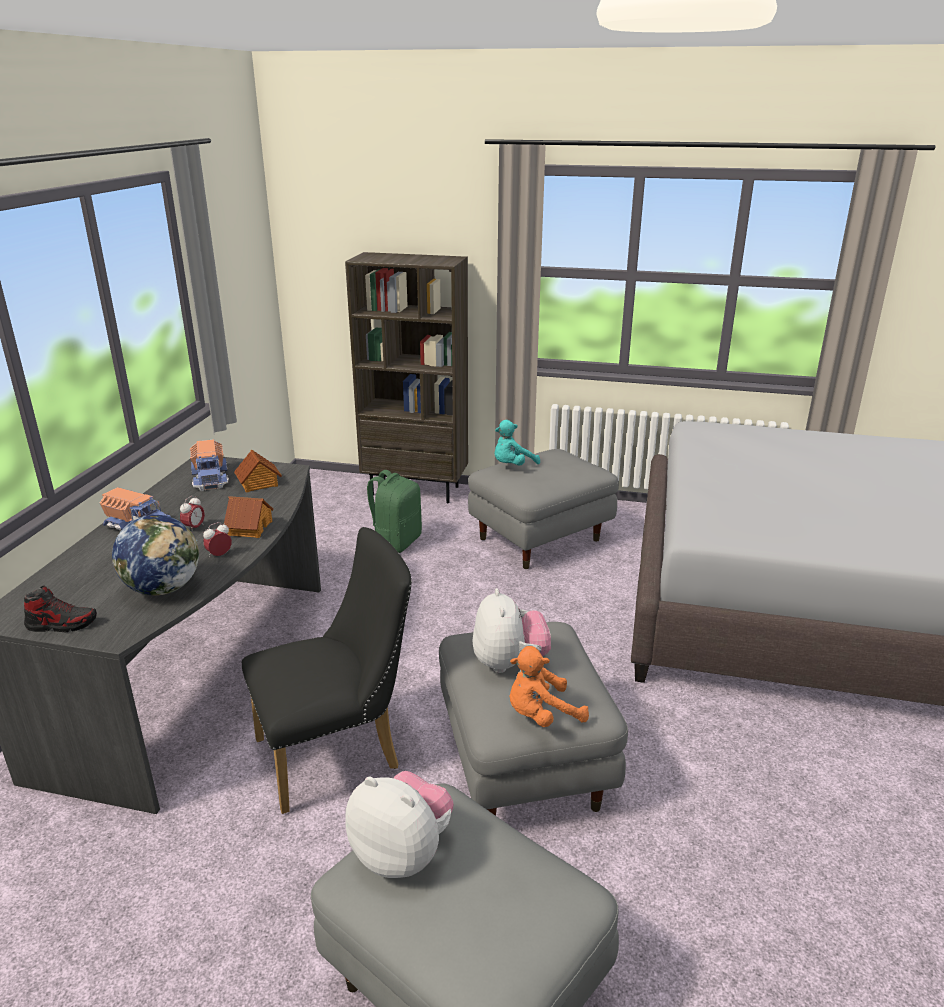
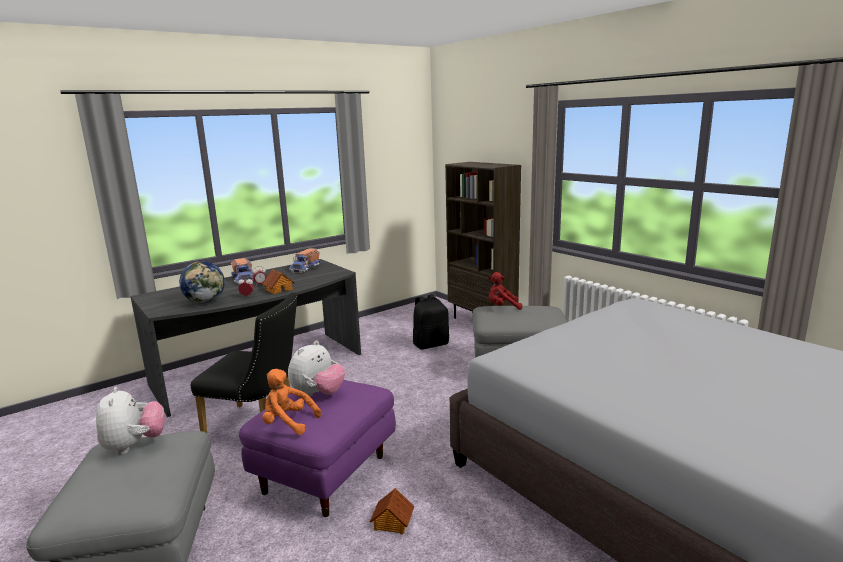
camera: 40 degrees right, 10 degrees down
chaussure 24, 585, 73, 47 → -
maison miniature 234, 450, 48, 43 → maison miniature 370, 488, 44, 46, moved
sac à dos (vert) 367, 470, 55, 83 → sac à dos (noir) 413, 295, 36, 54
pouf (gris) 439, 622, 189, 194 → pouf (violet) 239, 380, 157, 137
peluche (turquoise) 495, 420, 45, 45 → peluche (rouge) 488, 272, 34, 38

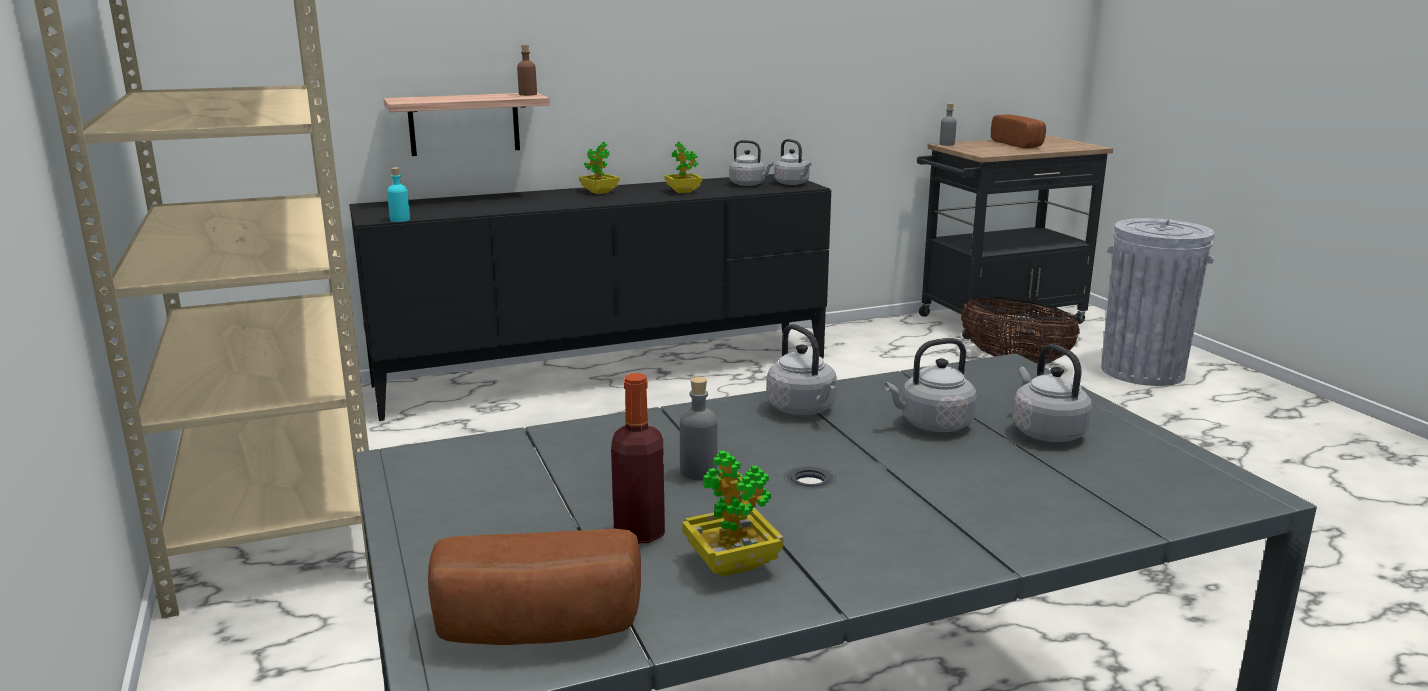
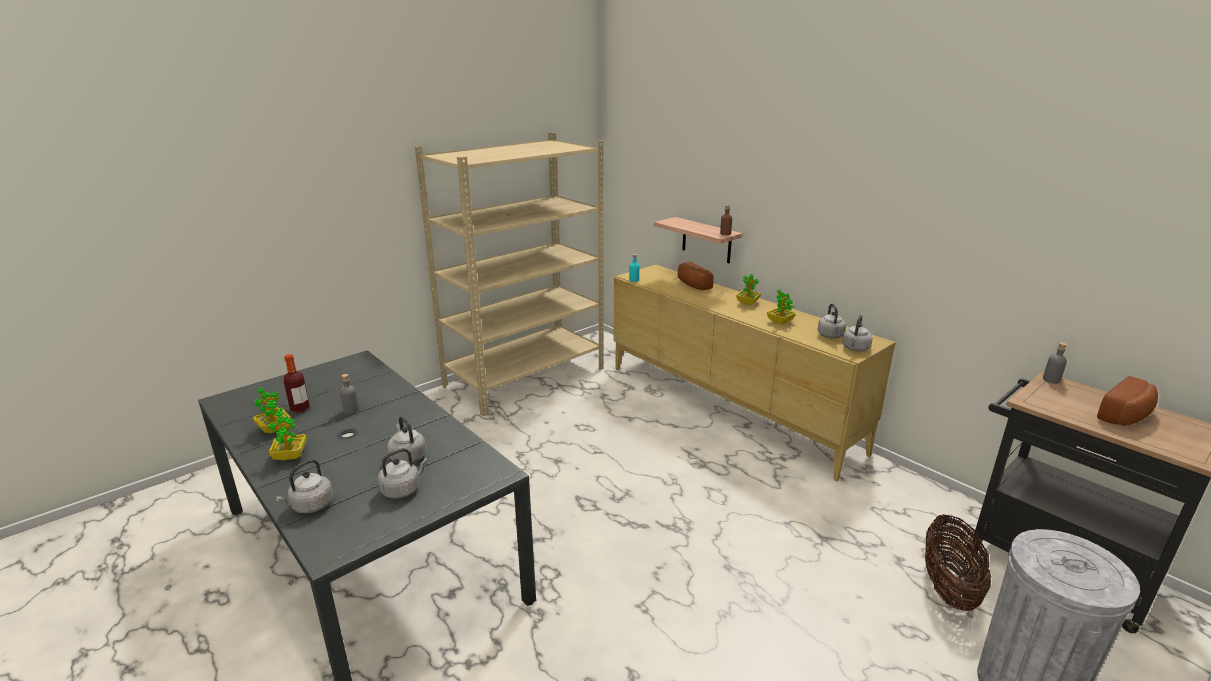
camera: 70 degrees right, 5 degrees up
meuble de rangement (noir) 349, 174, 482, 247 → meuble de rangement (beige) 614, 265, 282, 216
pain 428, 529, 213, 116 → pain 678, 262, 36, 28, moved
bouilloire (gris) 766, 324, 71, 91 → bouilloire (gris) 275, 459, 58, 54, moved
- → plante en pot 268, 411, 39, 49

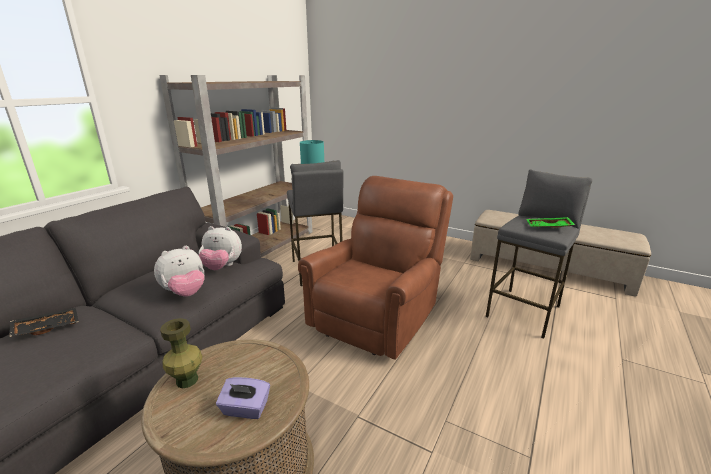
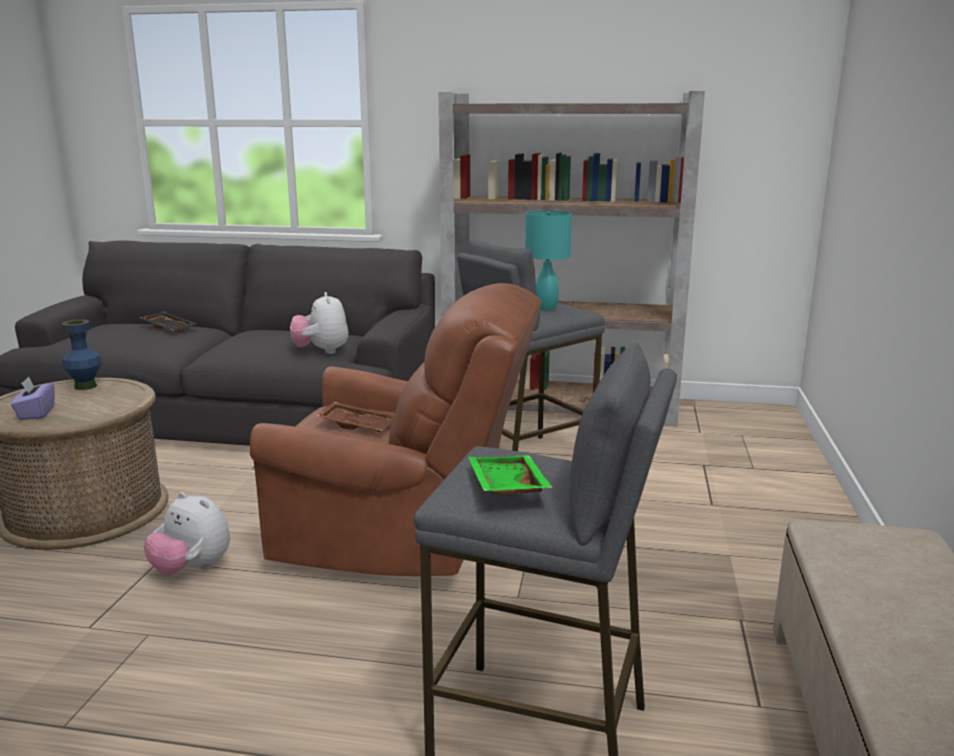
camera: 70 degrees right, 5 degrees down
peluche 154, 246, 51, 51 → peluche 144, 492, 86, 84, moved
vase (vert) 160, 318, 42, 70 → vase (bleu) 61, 319, 41, 71
- → plateau (marron) 317, 402, 77, 30

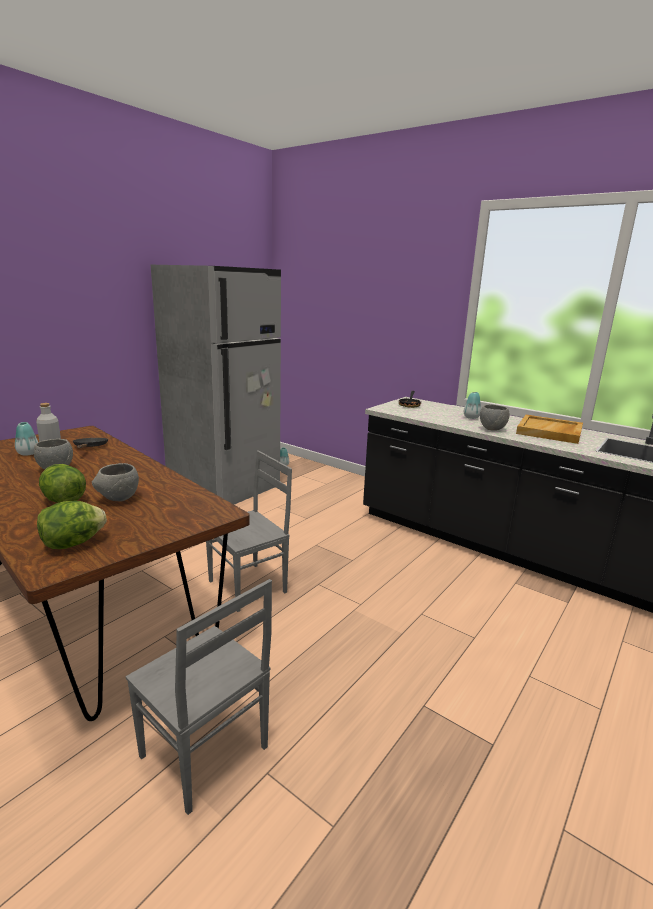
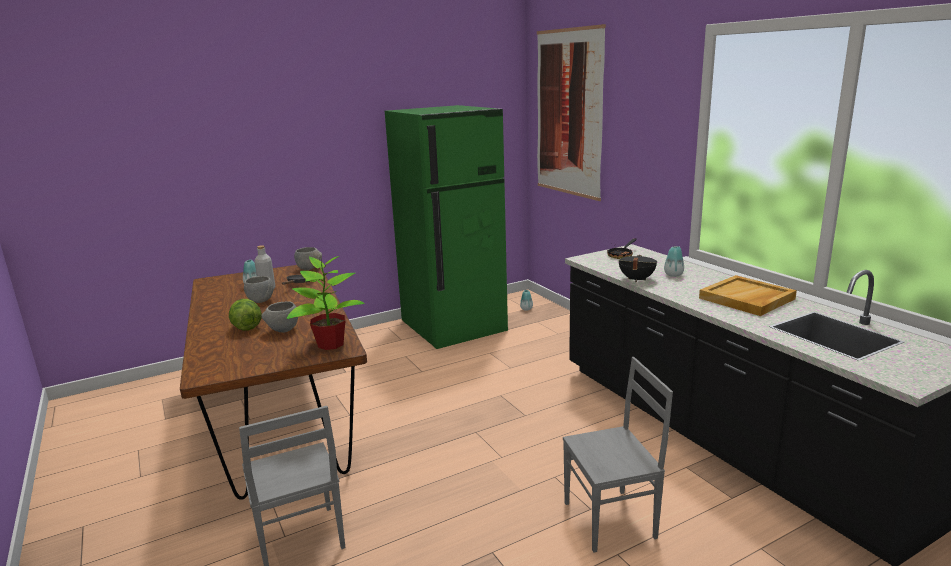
camera: 25 degrees right, 0 degrees up
laitue 37, 501, 70, 48 → -
réfrigérateur (gris) 151, 265, 130, 239 → réfrigérateur (vert) 385, 105, 123, 244
chaise (gris) 206, 450, 86, 162 → chaise (gris) 563, 357, 110, 195, moved
bol (gris) 480, 405, 30, 26 → bol (gris) 294, 247, 28, 23, moved
- → plante en pot 287, 256, 78, 94
- → tableau 537, 24, 69, 177
- → marmite (noir) 618, 255, 39, 27

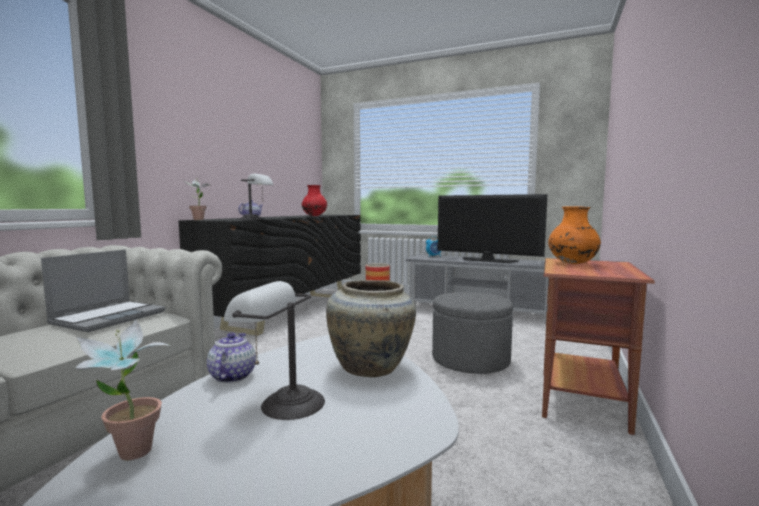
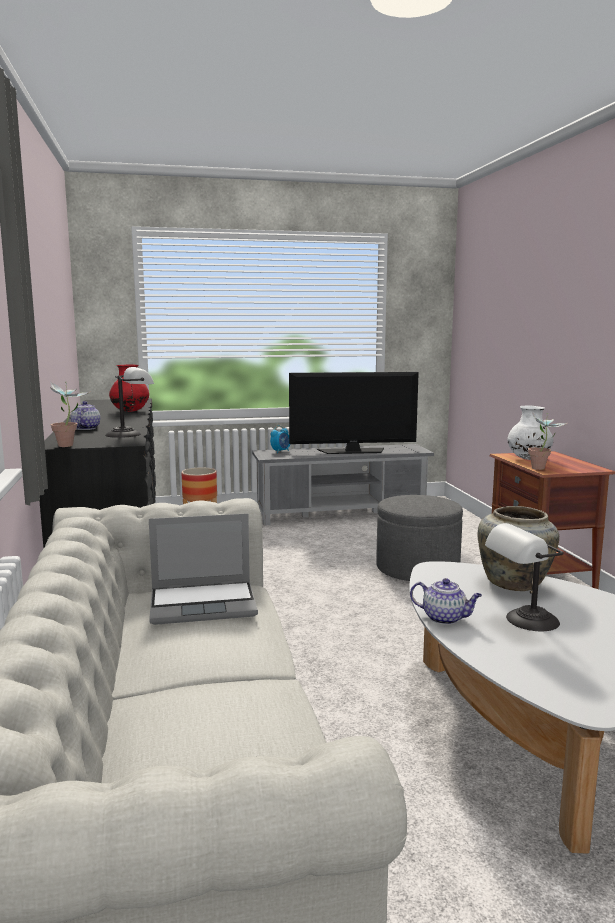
camera: 35 degrees left, 5 degrees up
ordinateur portable 41, 249, 125, 83 → ordinateur portable 149, 513, 109, 112, 90 degrees clockwise
plante en pot 76, 320, 94, 140 → plante en pot 528, 413, 39, 57, moved
théière 207, 333, 49, 50 → théière 410, 578, 72, 47, 150 degrees clockwise
vase (orange) 548, 206, 53, 58 → vase (blanc) 507, 405, 46, 55

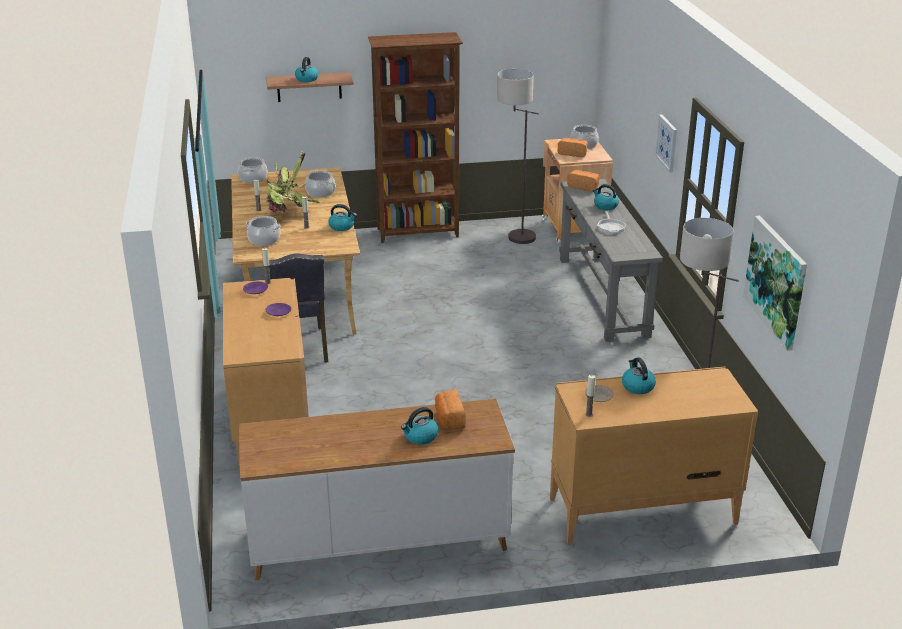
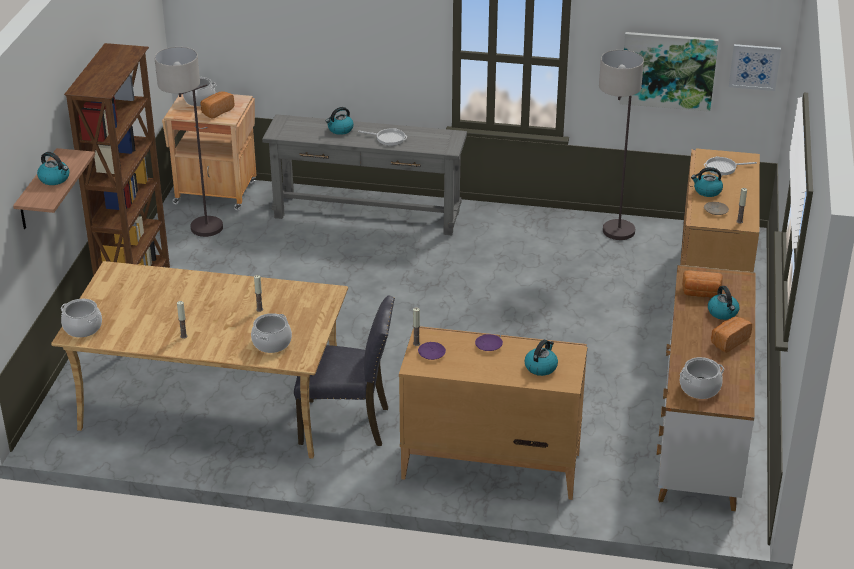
camera: 70 degrees left, 5 degrees up
plante en pot 266, 151, 54, 62 → -
marmite 305, 171, 30, 26 → marmite 680, 357, 44, 42, moved
bouilloire 328, 204, 29, 27 → bouilloire 524, 340, 34, 36, moved
pain 567, 170, 33, 22 → pain 711, 316, 41, 37, moved
tableau 655, 114, 22, 58 → tableau 729, 44, 52, 47, moved
- → poêle 704, 156, 53, 19

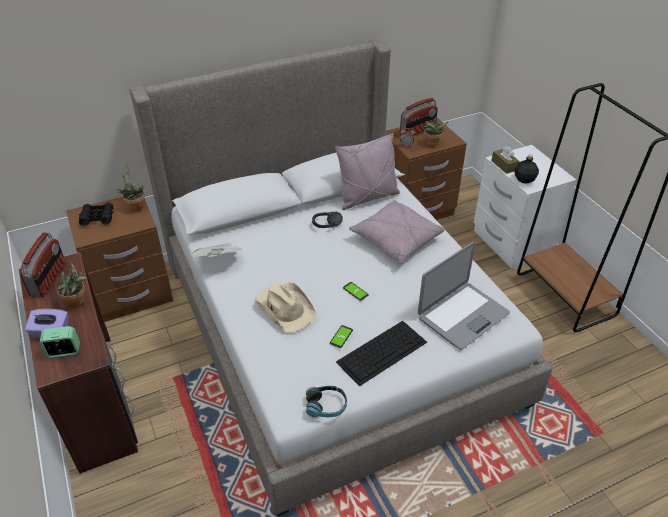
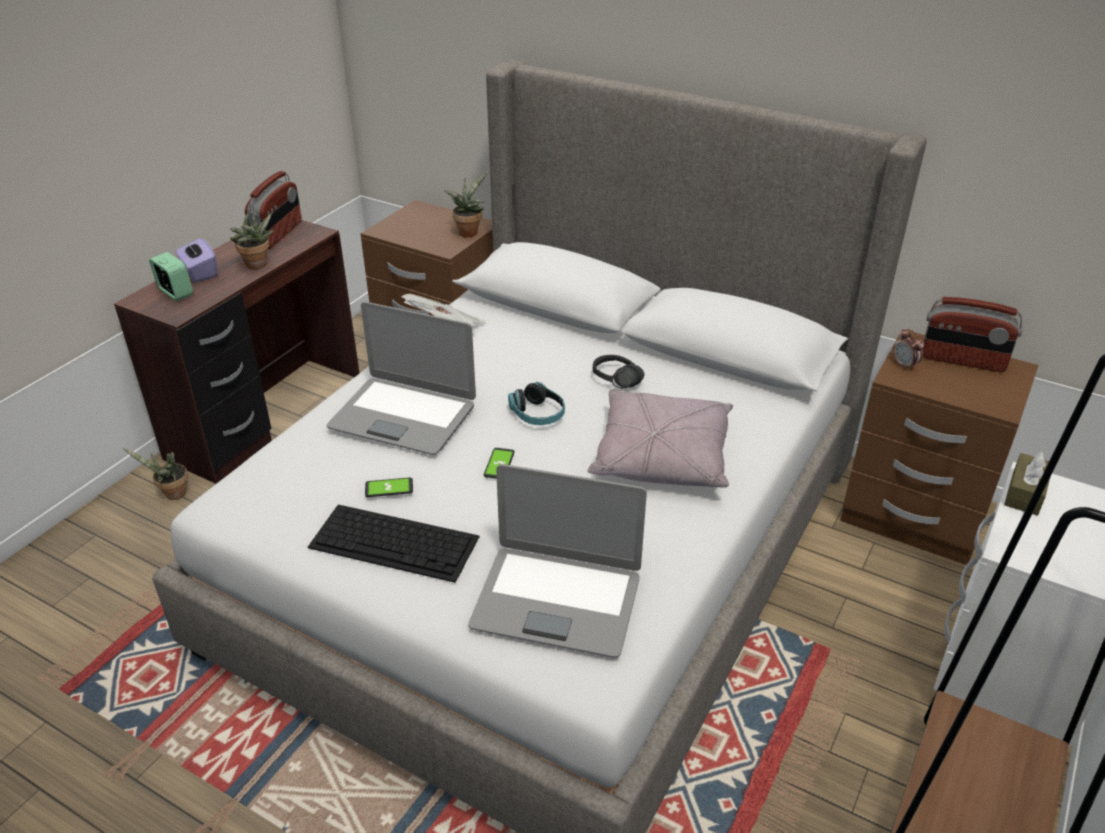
camera: 55 degrees right, 5 degrees down
radio 20, 232, 45, 65 → radio 245, 171, 57, 78, 45 degrees counterclockwise
jumelles (noir) 79, 202, 34, 24 → -
chapeau (beige) 255, 283, 61, 50 → ordinateur portable 327, 302, 149, 153
casque audio 306, 386, 41, 31 → casque audio 508, 382, 57, 43, moved
coussin (violet) 335, 133, 65, 77 → -
plante en pot 423, 117, 26, 30 → plante en pot 123, 448, 65, 52, moved
bouteille (noir) 514, 154, 25, 30 → -

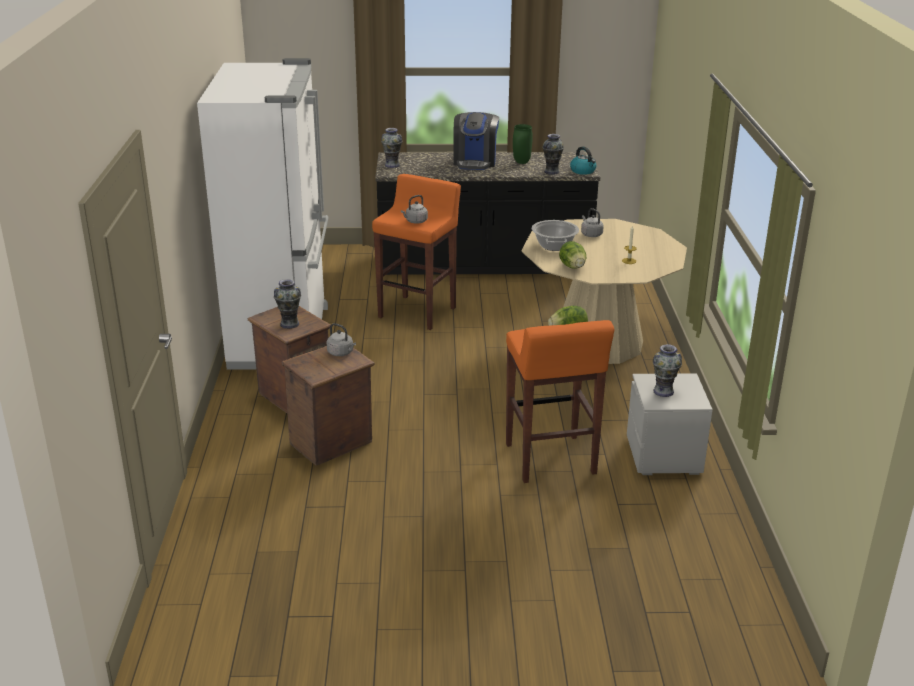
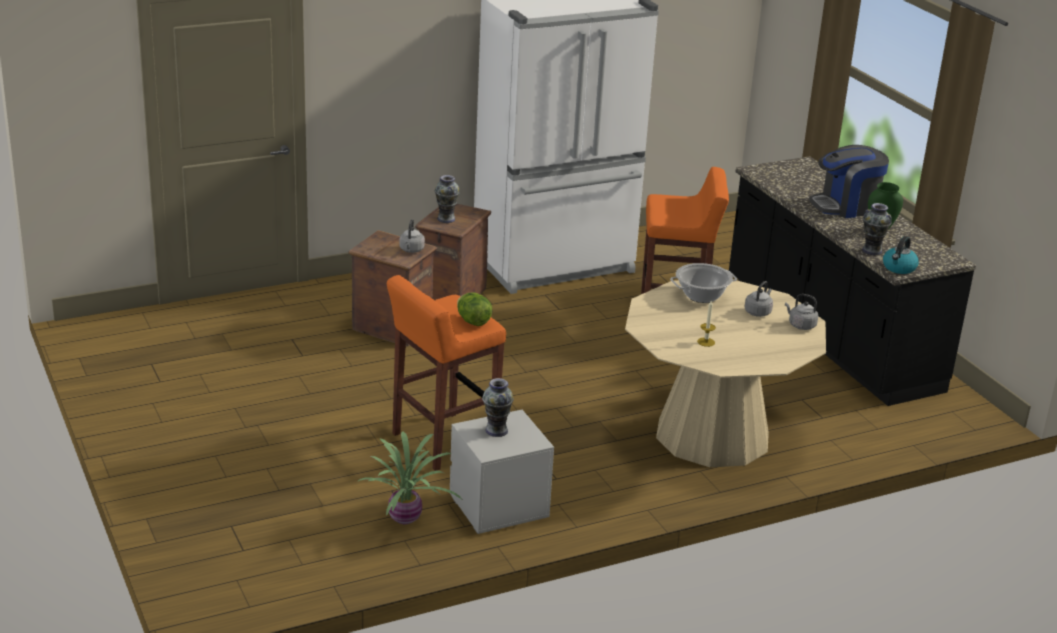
camera: 65 degrees right, 0 degrees up
vase 381, 128, 22, 40 → -
bouilloire (gris) 401, 195, 27, 29 → bouilloire (gris) 785, 294, 33, 36, moved
laitue 559, 241, 27, 28 → -
- → plante en pot 357, 432, 105, 92

